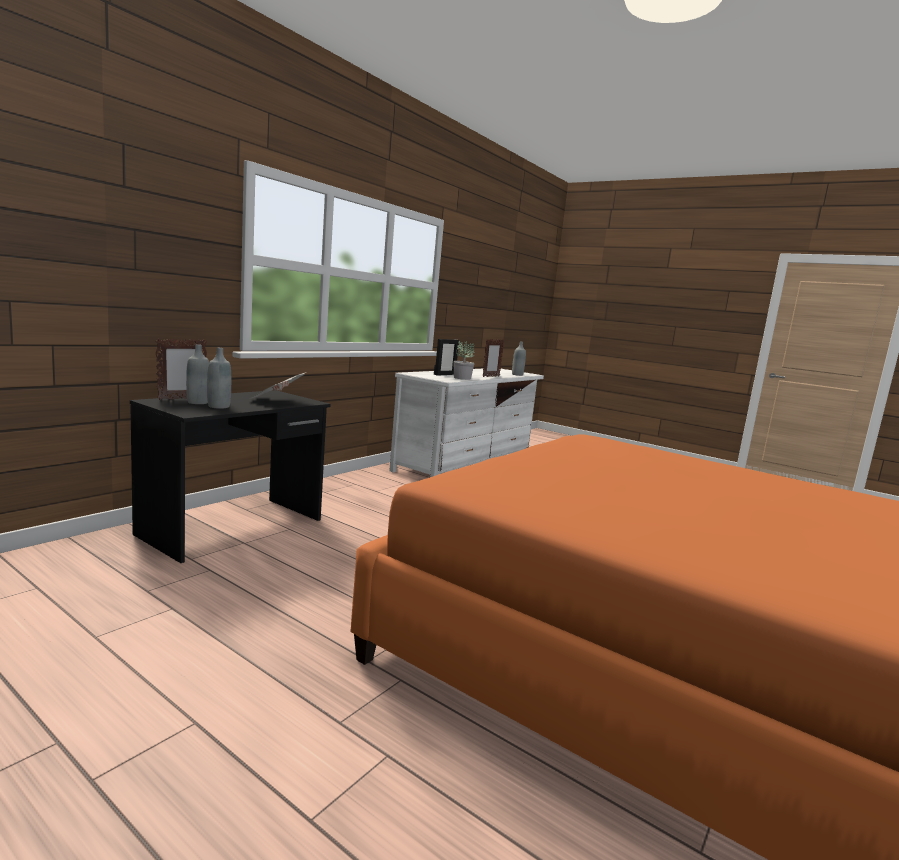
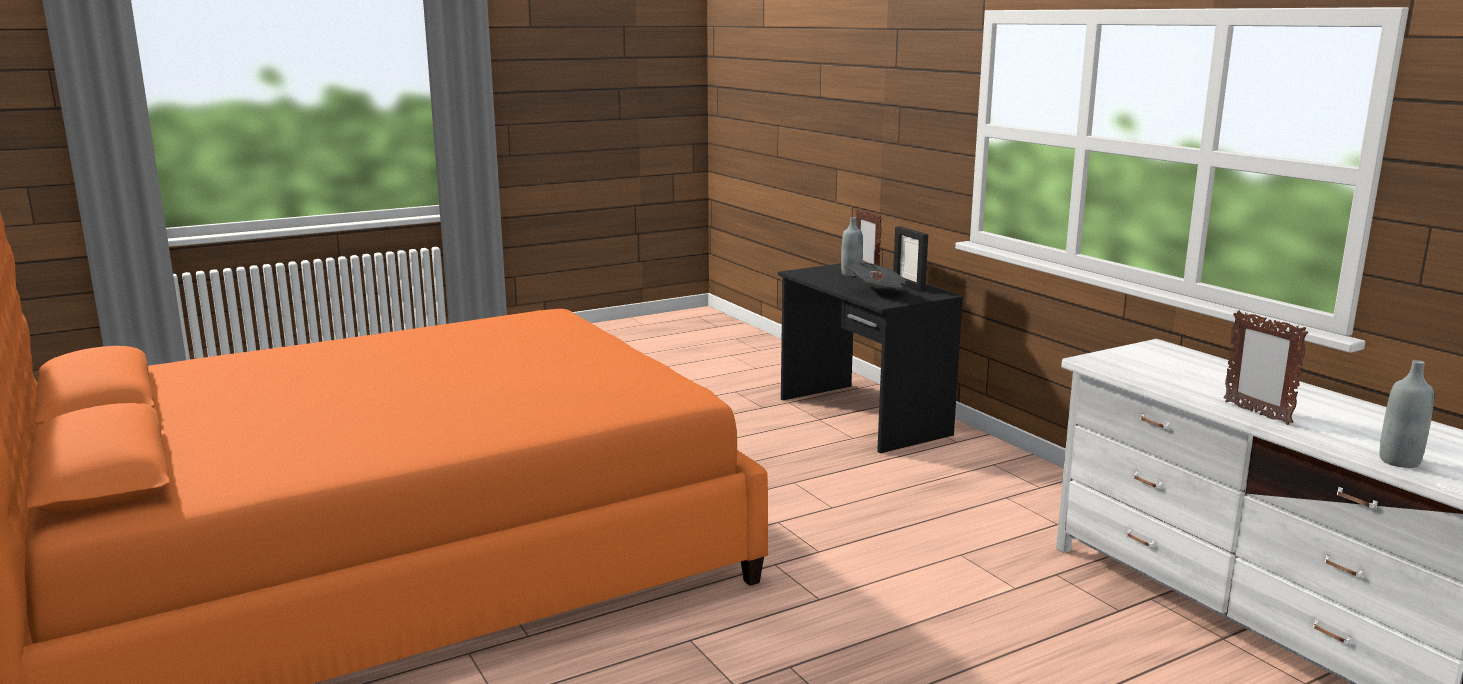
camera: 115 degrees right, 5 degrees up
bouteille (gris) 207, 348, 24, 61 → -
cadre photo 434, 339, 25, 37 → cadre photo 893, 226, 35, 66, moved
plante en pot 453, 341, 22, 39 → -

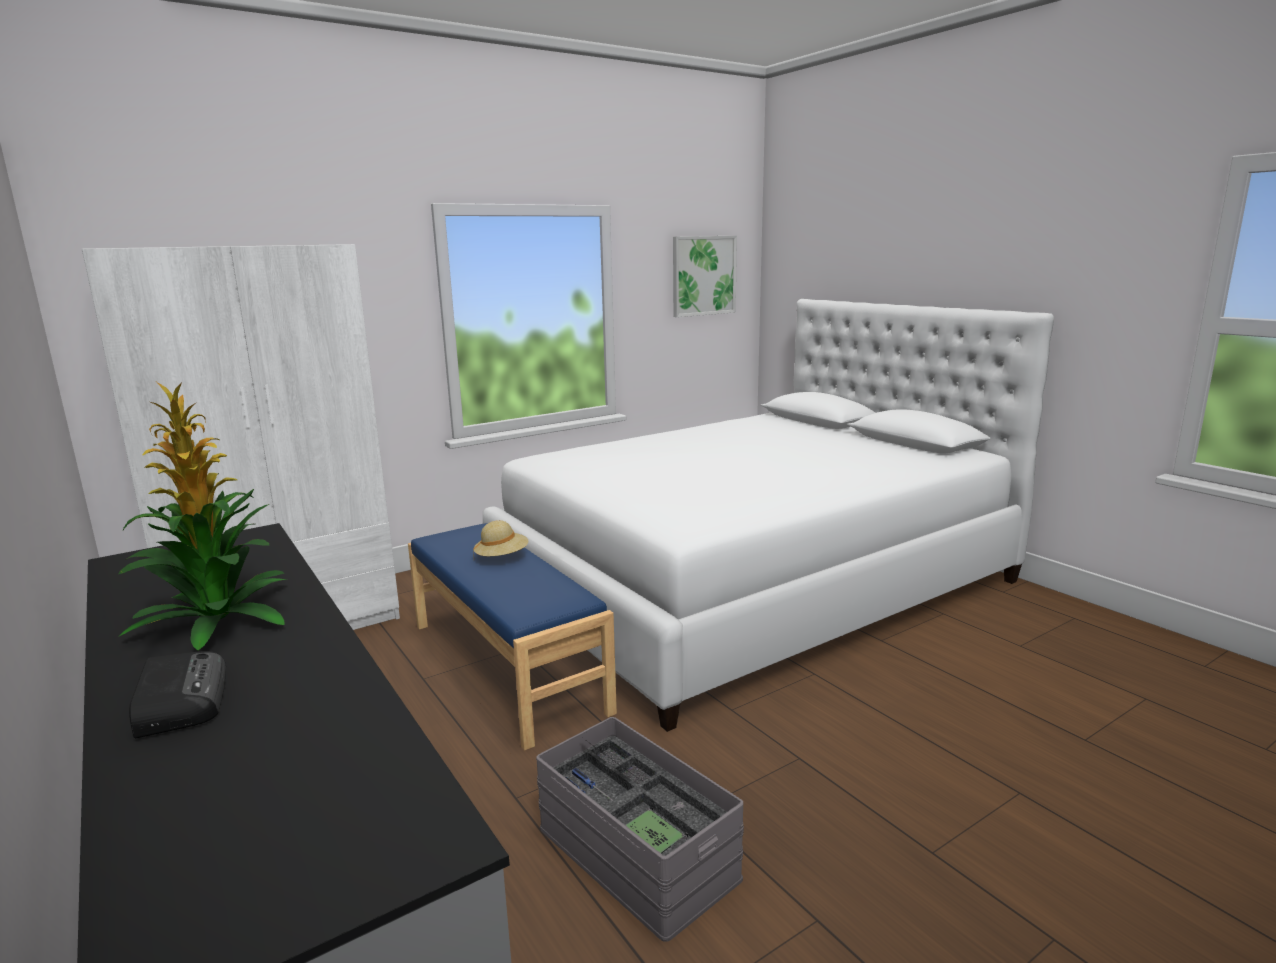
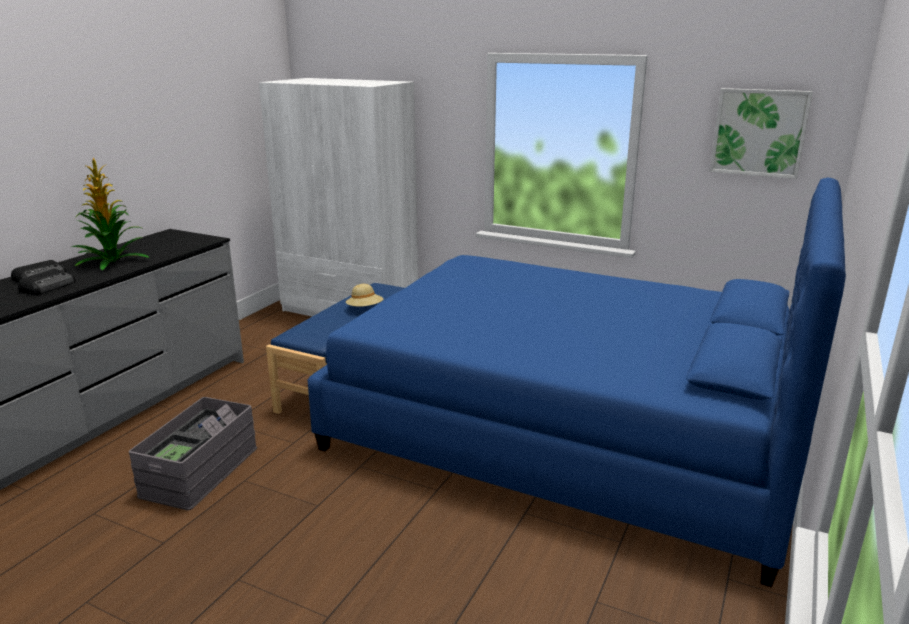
camera: 60 degrees right, 5 degrees up
lit (blanc) 483, 299, 571, 433 → lit (bleu) 307, 177, 539, 411
- → radio 18, 269, 58, 26

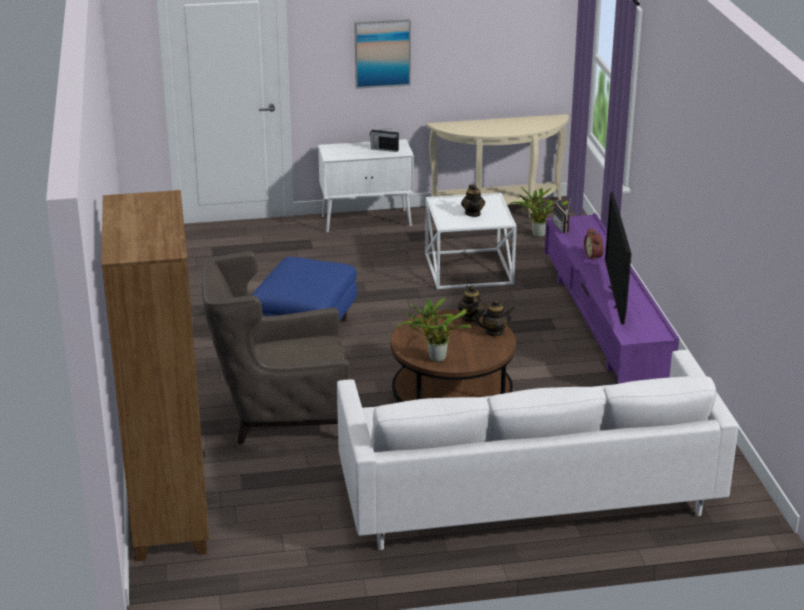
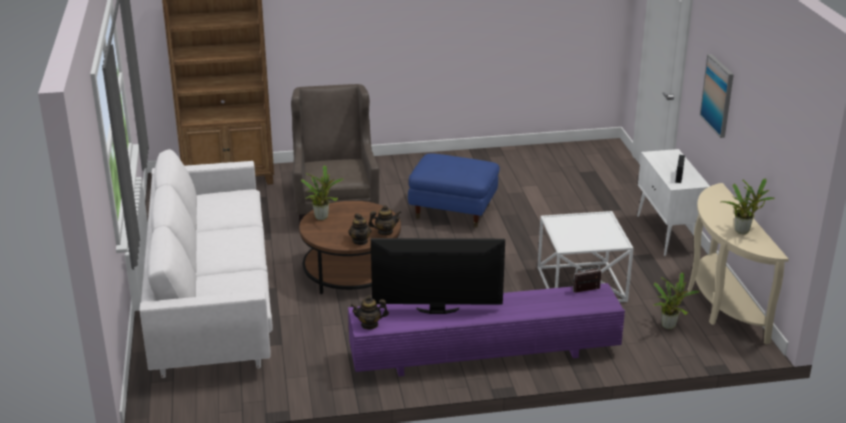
camera: 90 degrees right, 0 degrees up
théière 461, 184, 24, 33 → théière 350, 296, 39, 34, moved
réveil 584, 228, 19, 33 → -
- → plante en pot 721, 178, 54, 56

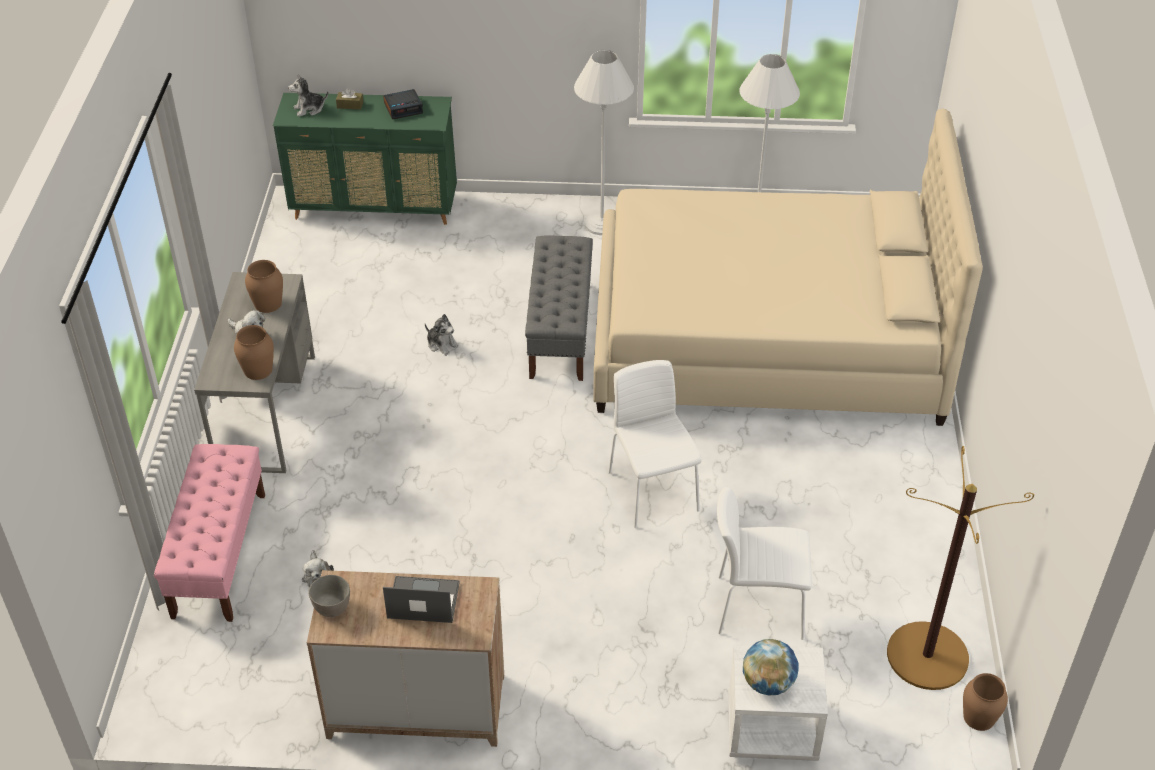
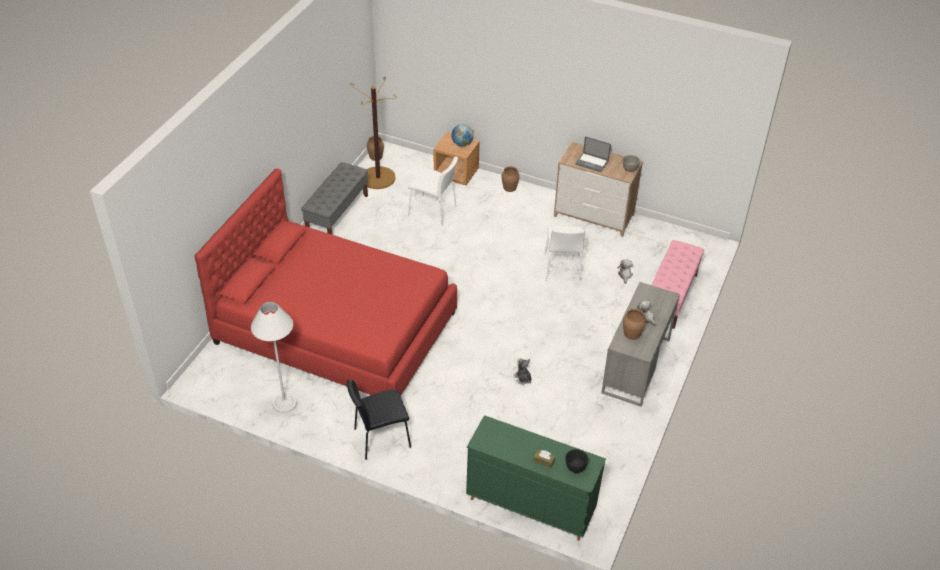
camera: 160 degrees left, 0 degrees up
vase (marron) 234, 325, 40, 55 → vase (marron) 502, 166, 17, 26, moved
peluche 288, 74, 40, 43 → bol (noir) 565, 449, 23, 24
réveil 383, 89, 40, 30 → -
banc (gris) 525, 235, 68, 146 → banc (gris) 301, 162, 67, 72, moved
lampadaire (blanc) 574, 50, 60, 185 → chaise (noir) 347, 379, 64, 81
lit (beige) 593, 108, 390, 318 → lit (rouge) 195, 168, 262, 228
chaise (blanc) 608, 360, 94, 168 → chaise (blanc) 544, 226, 41, 56, moved
table de chevet (blanc) 728, 644, 100, 117 → table de chevet (marron) 434, 132, 46, 53

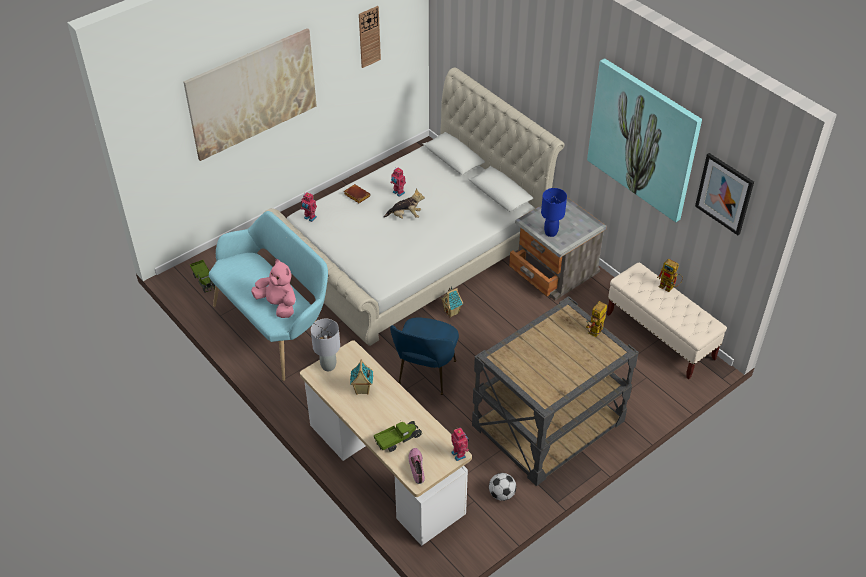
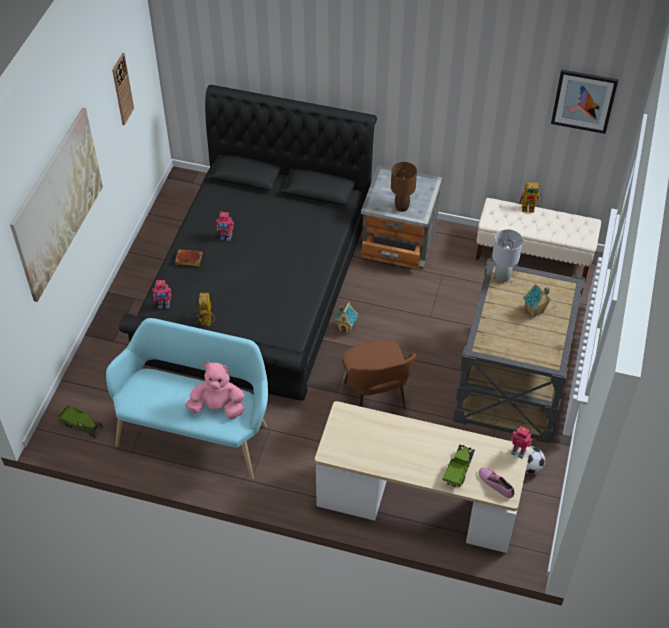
camera: 35 degrees left, 5 degrees up
lit (beige) 265, 67, 300, 279 → lit (noir) 119, 85, 258, 316
lampe de table (gris) 311, 318, 29, 53 → lampe de table (gris) 492, 229, 31, 53, moved
maison miniature 350, 359, 23, 36 → maison miniature 524, 282, 28, 36, moved
peluche 384, 188, 41, 31 → -
chaise (bleu) 390, 317, 69, 78 → chaise (marron) 342, 340, 74, 70
lampe de table (bleu) 541, 188, 26, 49 → lampe de table (marron) 391, 162, 26, 50
robot jouet 586, 301, 21, 36 → robot jouet 197, 293, 18, 32, moved
tableau 587, 58, 115, 164 → -

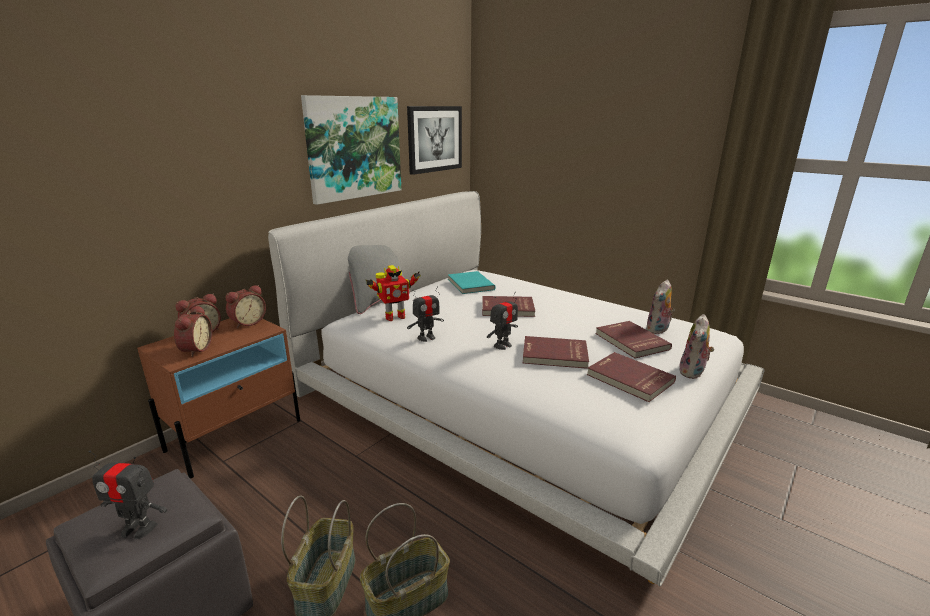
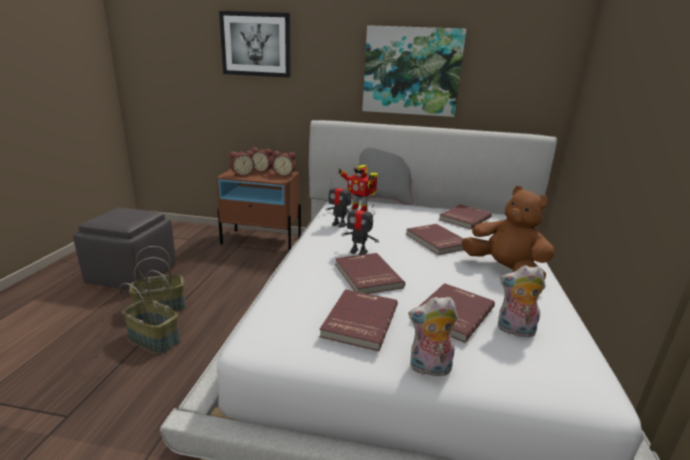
camera: 60 degrees right, 0 degrees up
robot jouet 89, 450, 78, 89 → -
tableau 407, 106, 55, 69 → tableau 219, 11, 72, 67, moved
livre (turquoise) 448, 271, 47, 23 → livre (rouge) 439, 204, 53, 25
- → peluche (marron) 462, 186, 92, 94

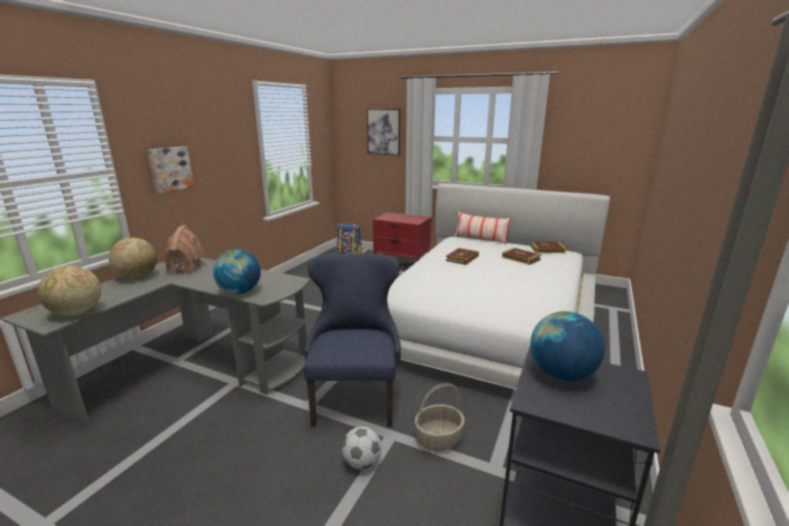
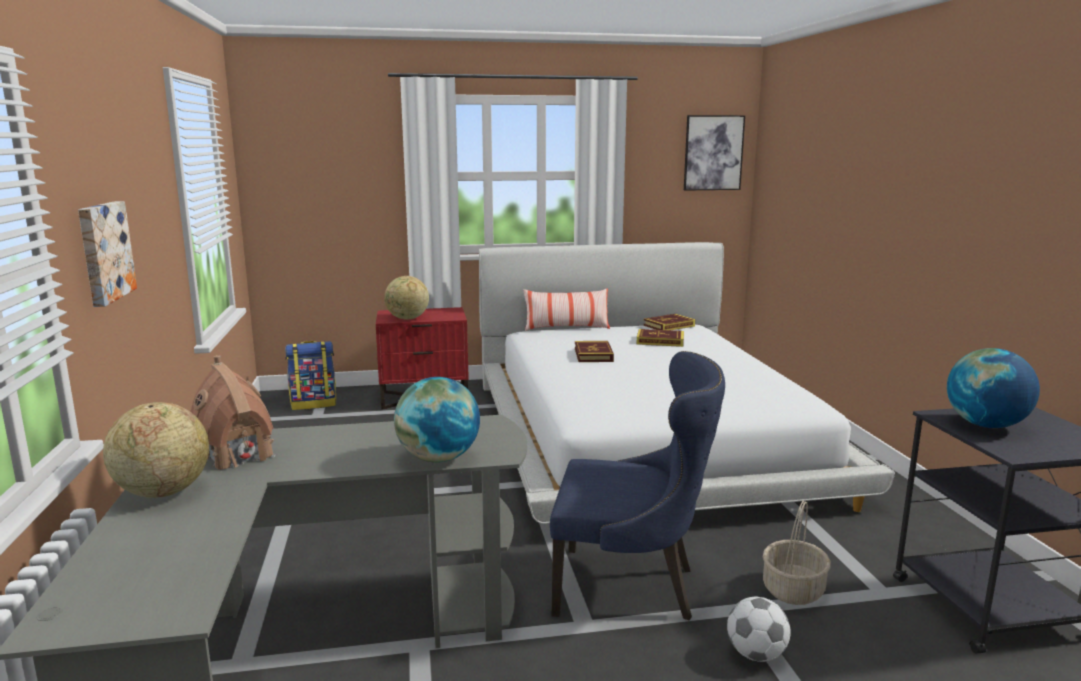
camera: 35 degrees left, 5 degrees down
globe 38, 266, 63, 50 → globe 384, 276, 45, 44, moved
chaise (bleu) 304, 253, 97, 174 → chaise (bleu) 550, 351, 175, 269, 135 degrees clockwise
tableau 367, 109, 33, 46 → tableau 684, 115, 61, 76, moved

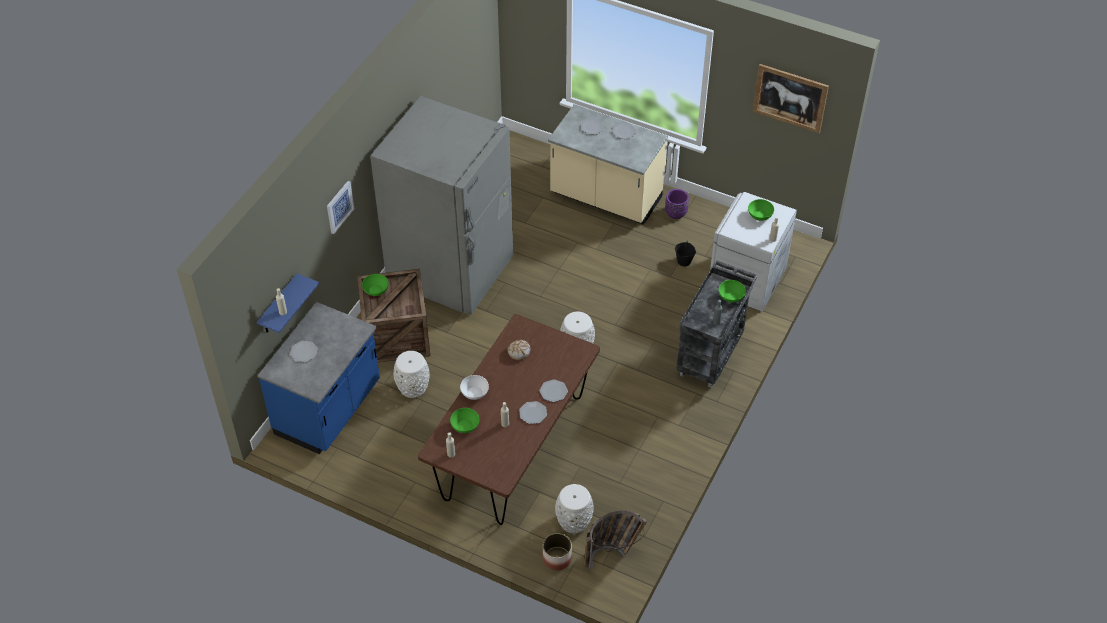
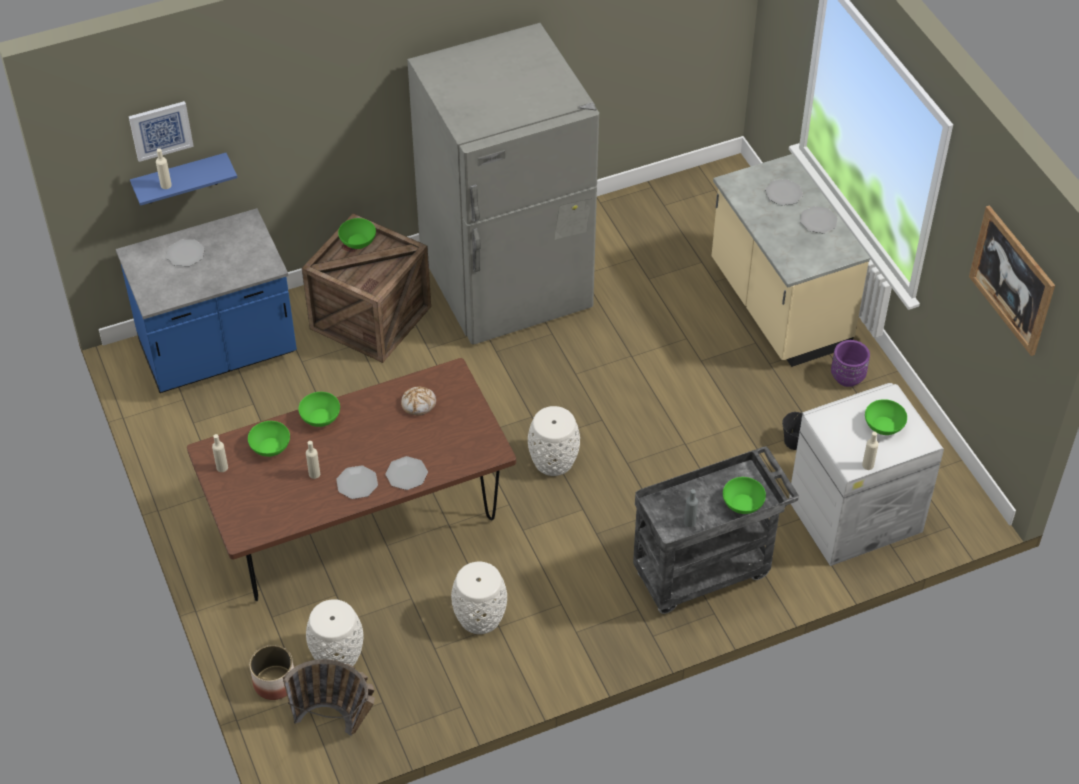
camera: 40 degrees right, 0 degrees up
tableau 327, 181, 27, 53 → tableau 129, 101, 65, 61, moved
tabouret (blanc) 394, 351, 36, 47 → tabouret (blanc) 451, 562, 56, 72, moved
bol (blanc) 460, 375, 29, 25 → bol (vert) 298, 392, 42, 35

